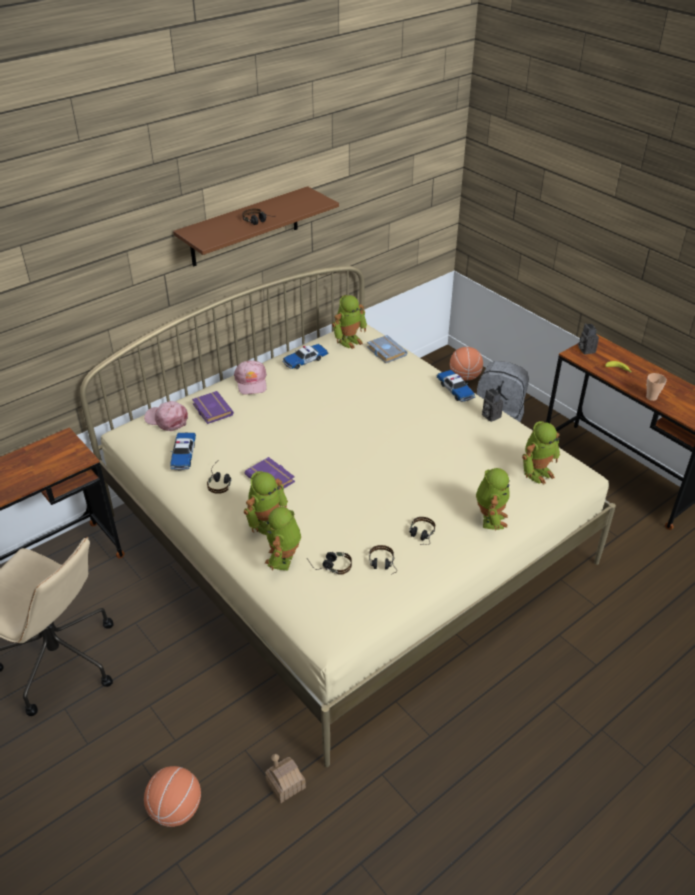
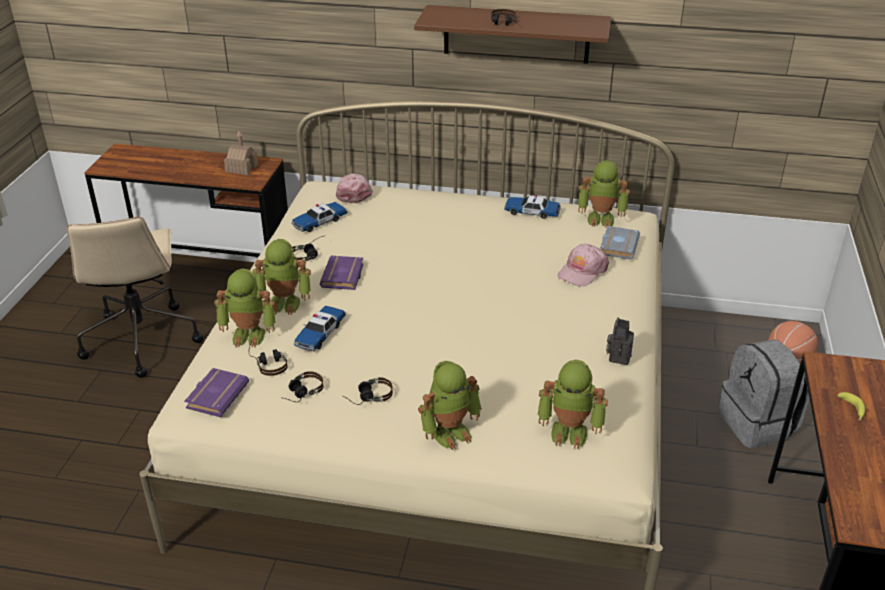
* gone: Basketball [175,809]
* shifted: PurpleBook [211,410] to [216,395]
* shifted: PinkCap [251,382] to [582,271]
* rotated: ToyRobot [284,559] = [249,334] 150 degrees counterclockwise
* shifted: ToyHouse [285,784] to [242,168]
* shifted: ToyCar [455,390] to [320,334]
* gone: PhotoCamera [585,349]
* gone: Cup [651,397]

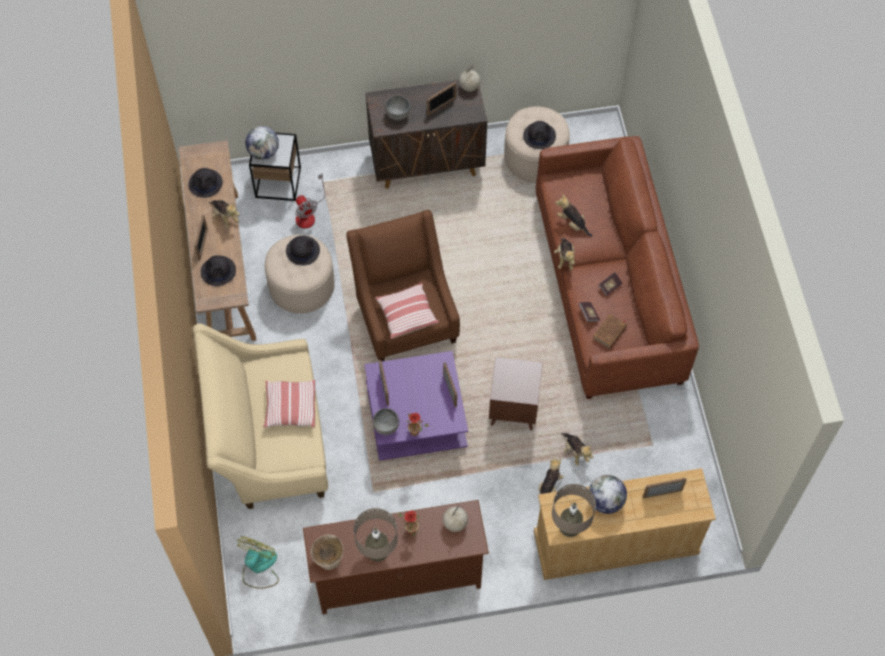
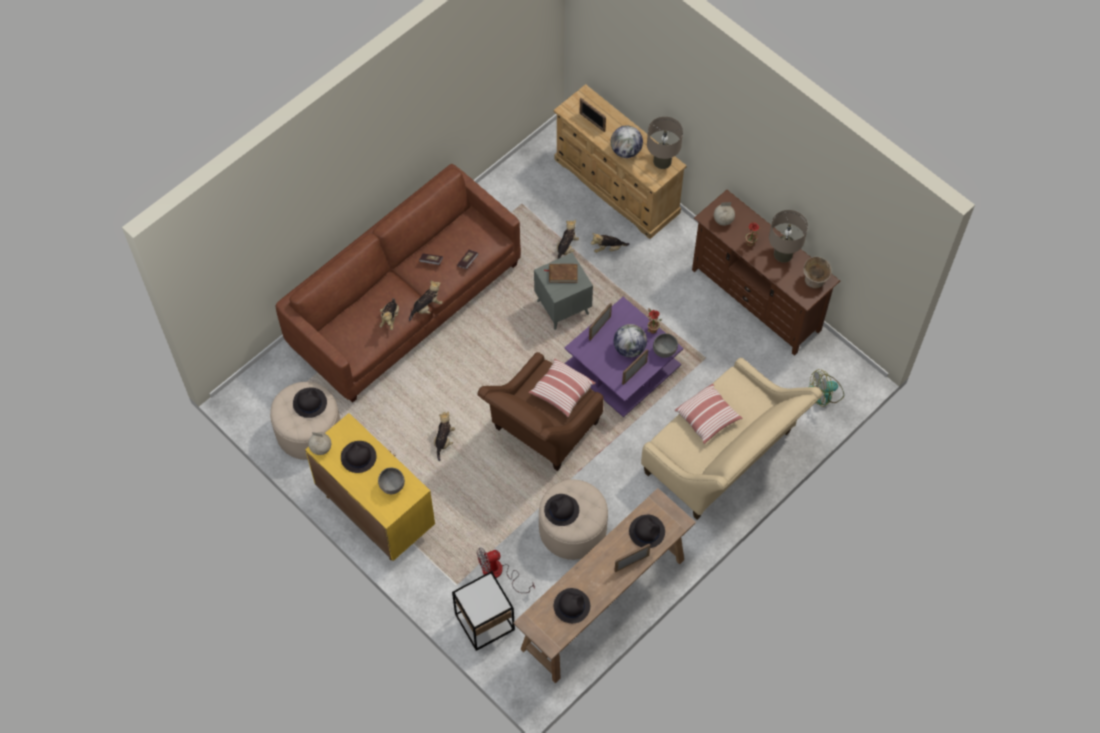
* shifted: PlushToy [225,216] to [444,440]
* shifted: Globe [263,152] to [629,348]
* rotated: Fan [308,214] = [499,573] 135 degrees counterclockwise
* repainted: BrownCabinet [427,163] to YellowCabinet [375,511]
* swapped: PictureFrame [441,106] to BlackHat [358,457]
* repainted: BrownSideTable [513,408] to GreySideTable [563,307]
* shifted: BrownBook [610,332] to [563,274]

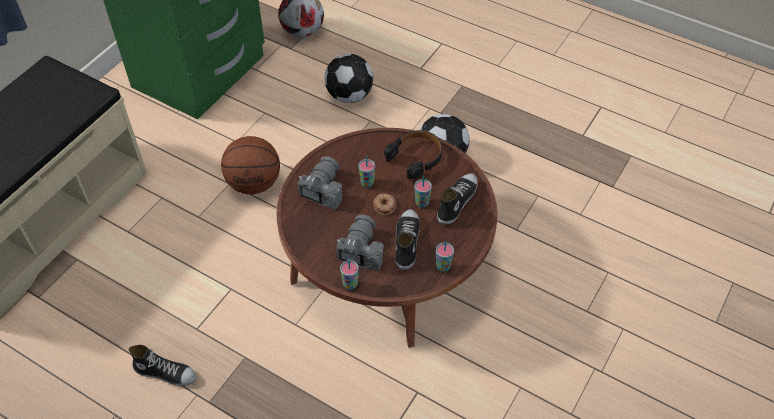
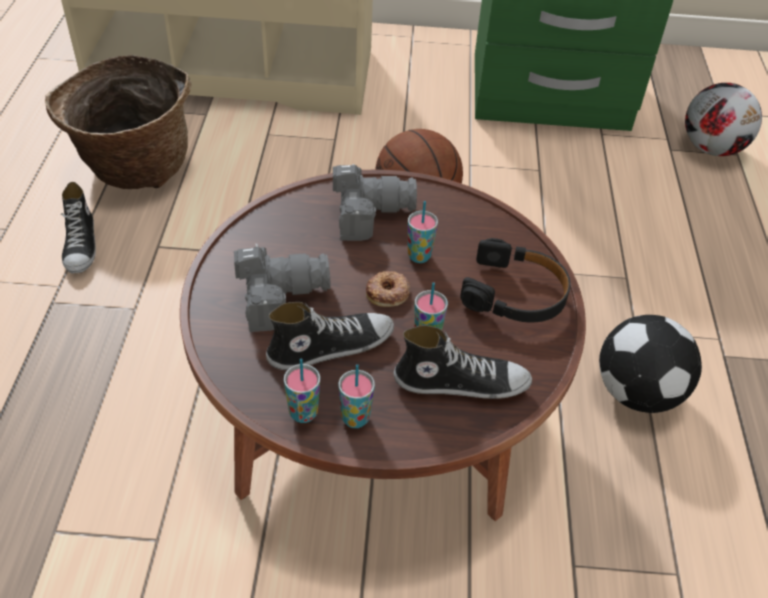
* gone: Football [350,95]
* shifted: Cup [350,284] to [355,418]
* new: Basket [134,169]

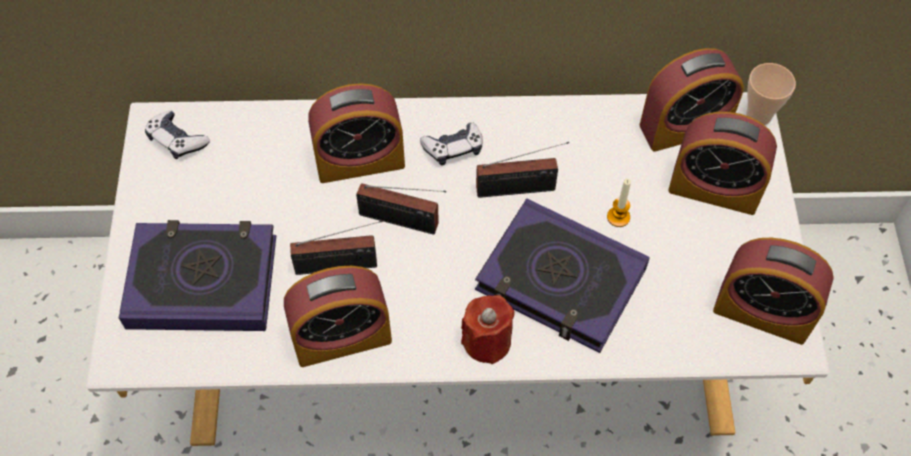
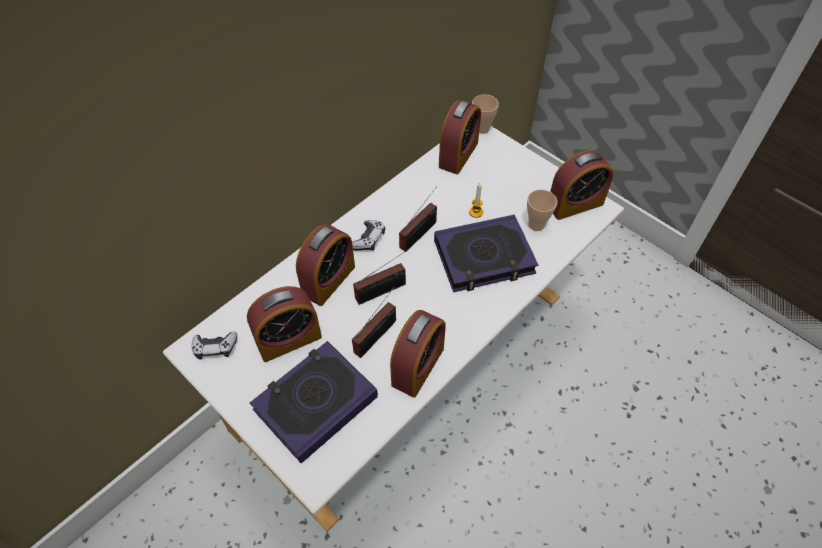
* gone: RedCandle [487,341]
* shifted: AlarmClock [714,188] to [288,339]
* new: Cup [536,225]

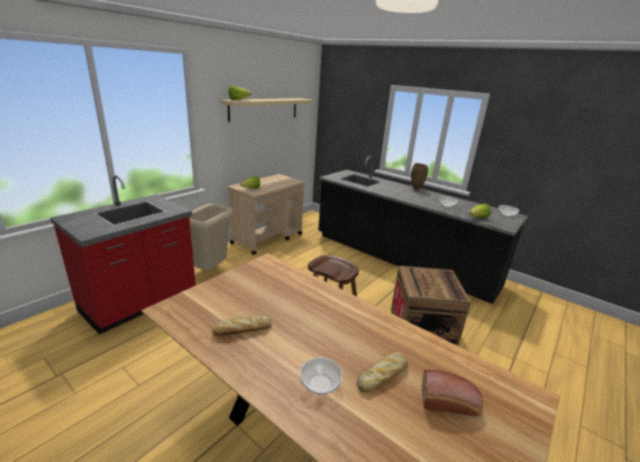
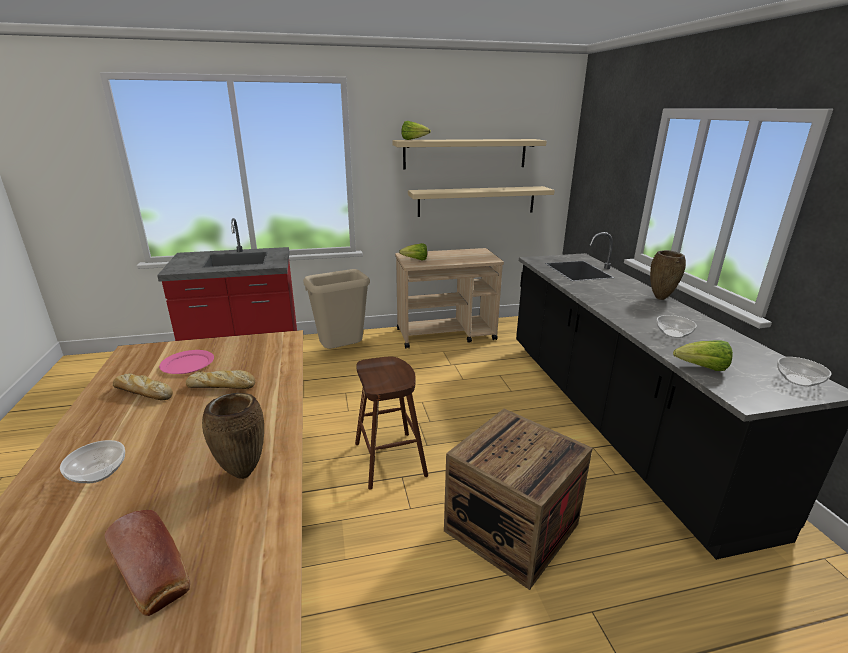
* shifted: Bread [383,374] to [223,386]
* new: PinkPlate [187,364]
* new: BrownVase [243,473]
* new: BeigeShelf [477,201]

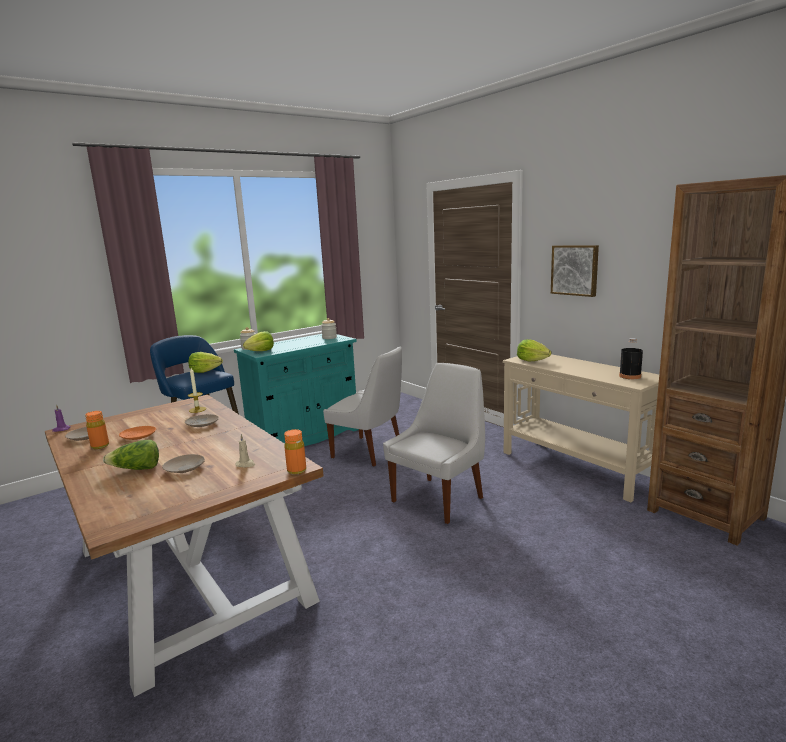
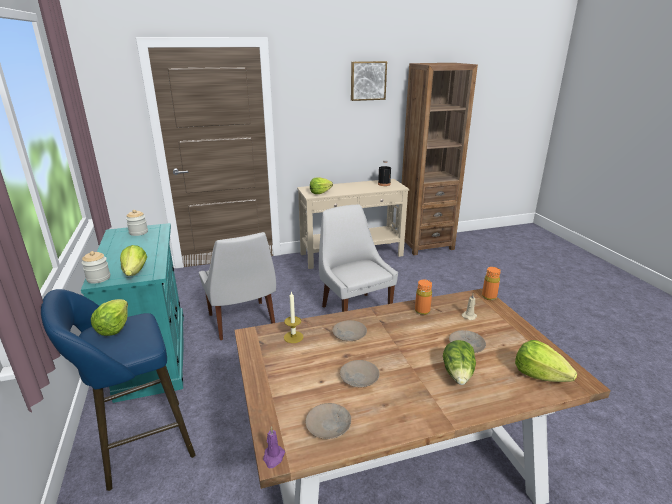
* shifted: OrangeBottle [100,446] to [422,311]
* repainted: OrangePlate [138,436] to BeigePlate [359,378]
* rotated: WhiteChair [369,452] = [242,322] 105 degrees clockwise
* shifted: Picture [575,270] to [368,80]
* new: Lettuce [539,375]

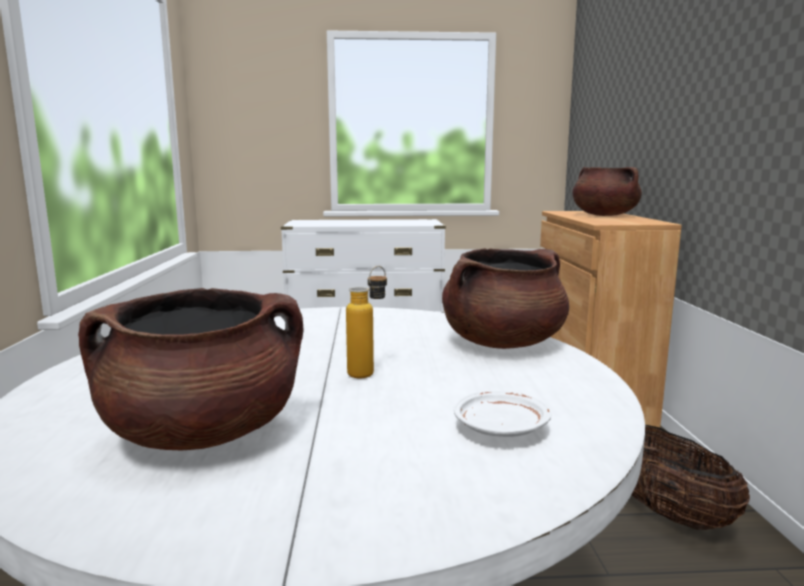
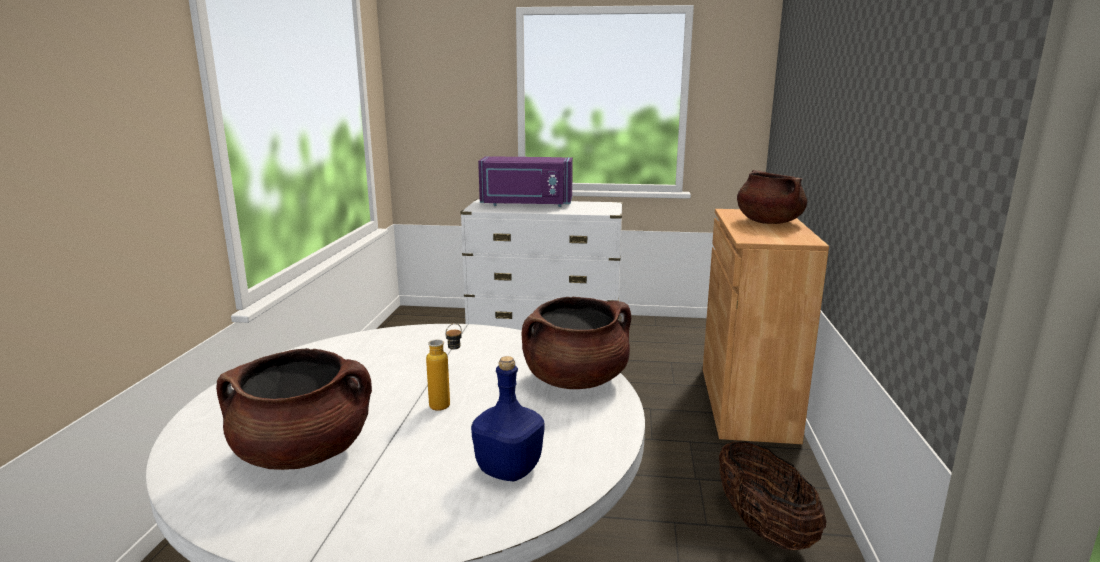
* swapped: WhitePlate [501,428] to BlueBottle [510,470]
* new: PurpleMicrowave [526,204]

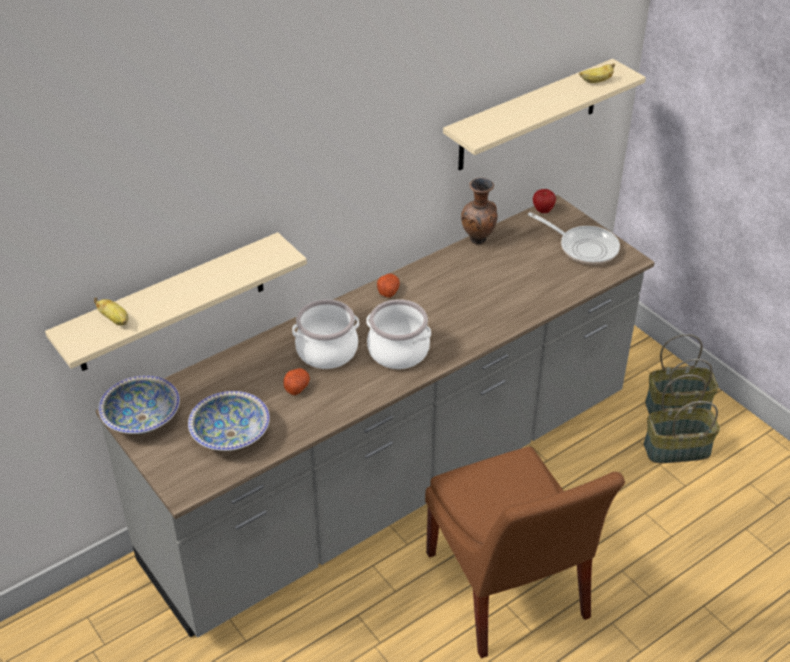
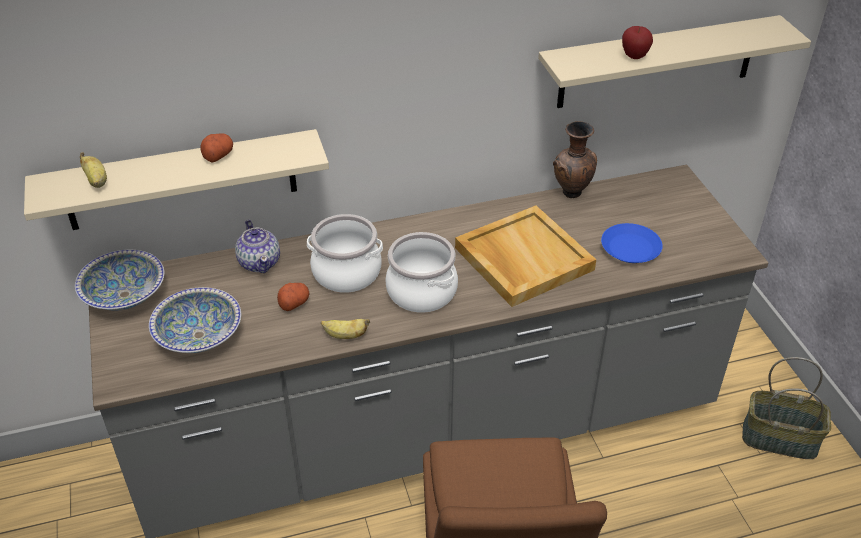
* shifted: Potato [388,291] to [218,155]
* gone: FryingPan [584,247]
* shifted: Apple [543,211] to [634,57]
* shifted: Banana [596,81] to [345,335]
* gone: Basket [676,450]
* new: Teapot [260,262]
* new: BeigeTray [522,258]
* new: BluePlate [630,248]

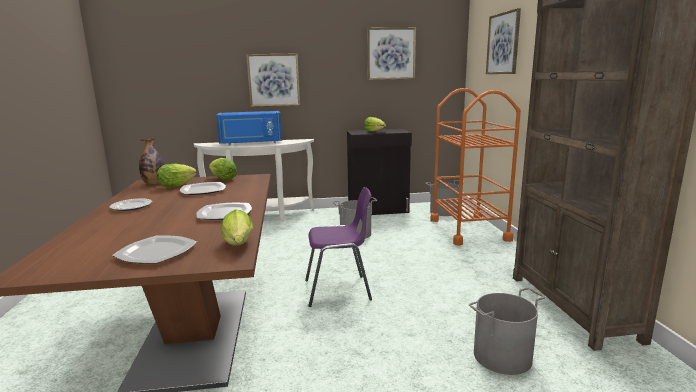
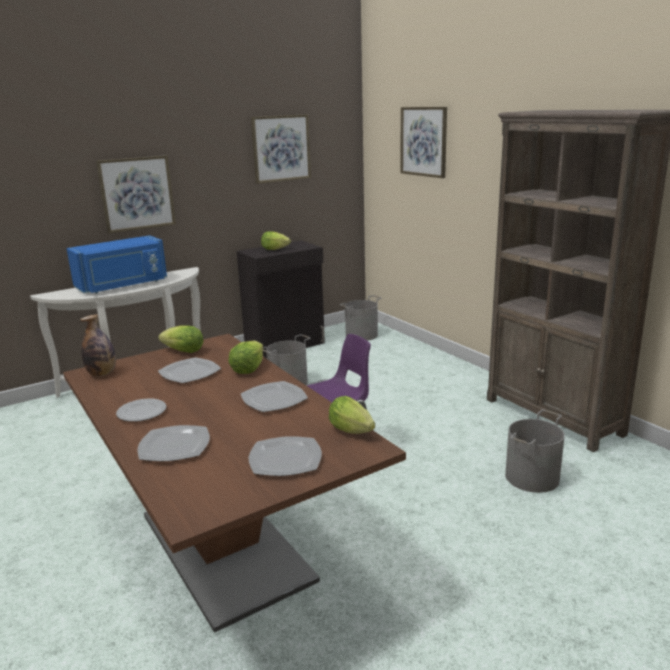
* shifted: Lettuce [176,186] to [248,369]
* gone: OrangeCart [468,230]
* new: Plate [174,446]

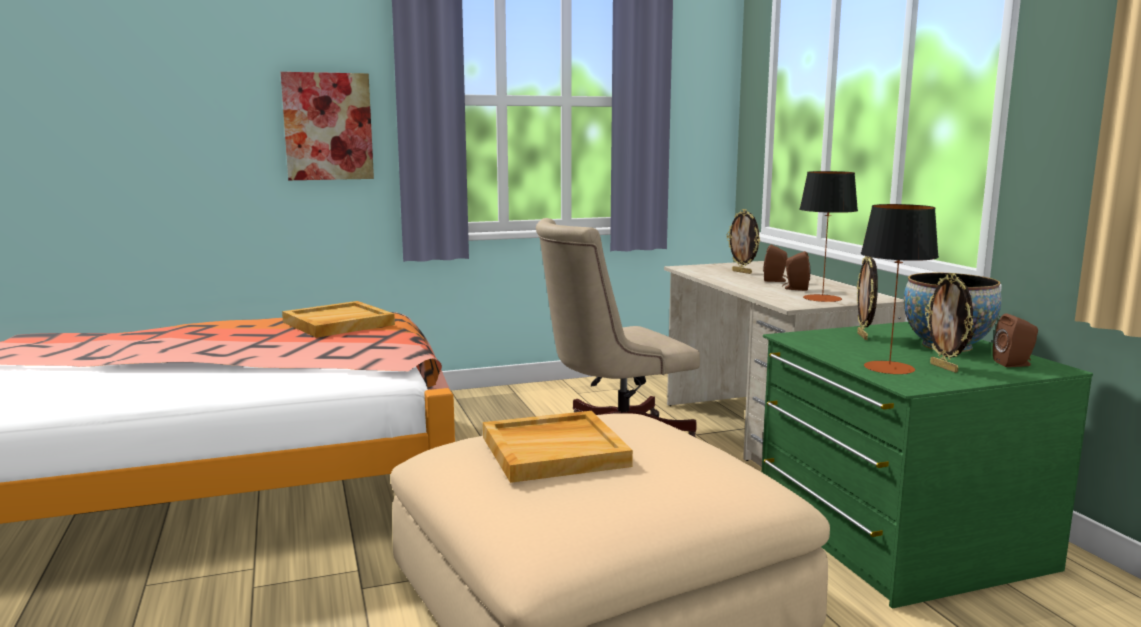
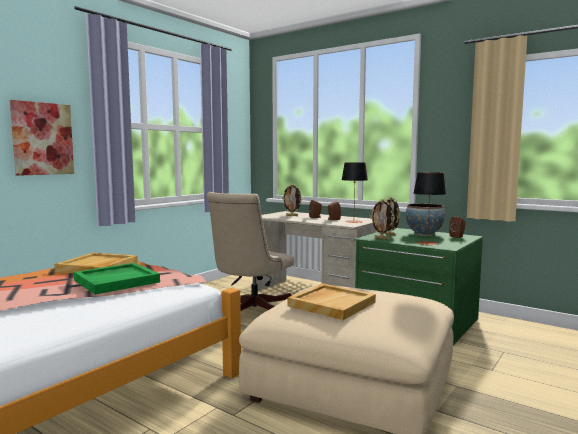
* shifted: PictureFrame [945,368] to [382,238]
* new: GreenTray [117,281]

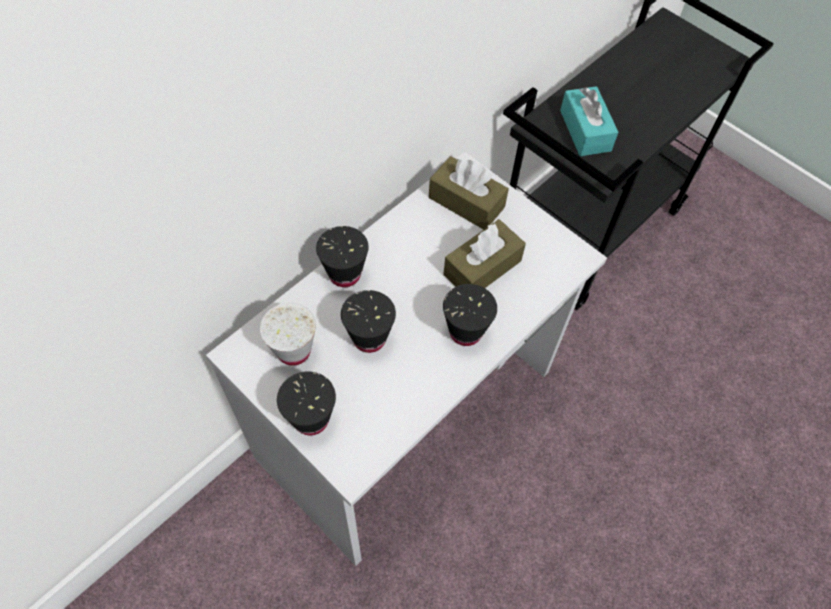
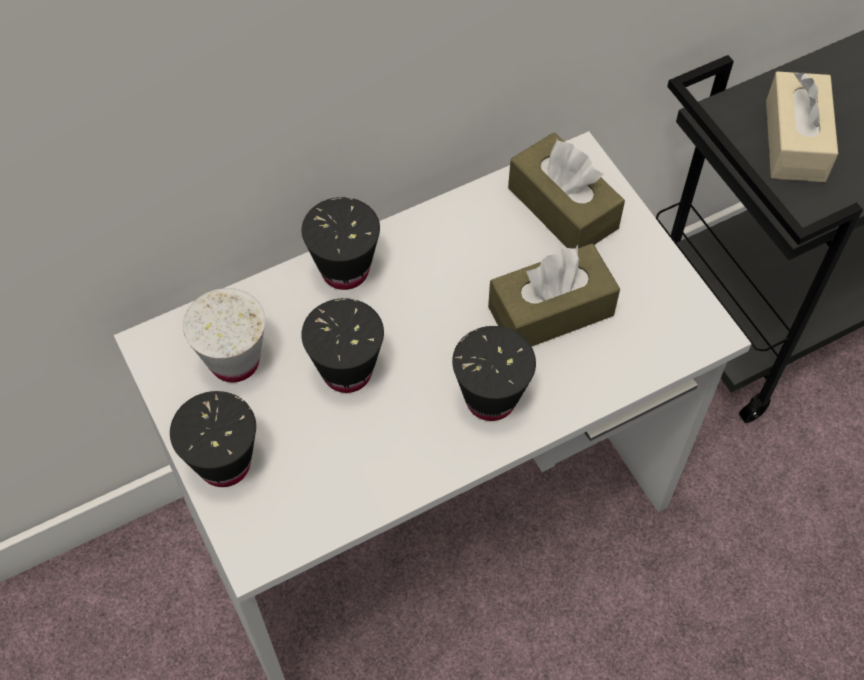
* repainted: TurquoiseTissueBox [585,130] to BeigeTissueBox [795,140]

